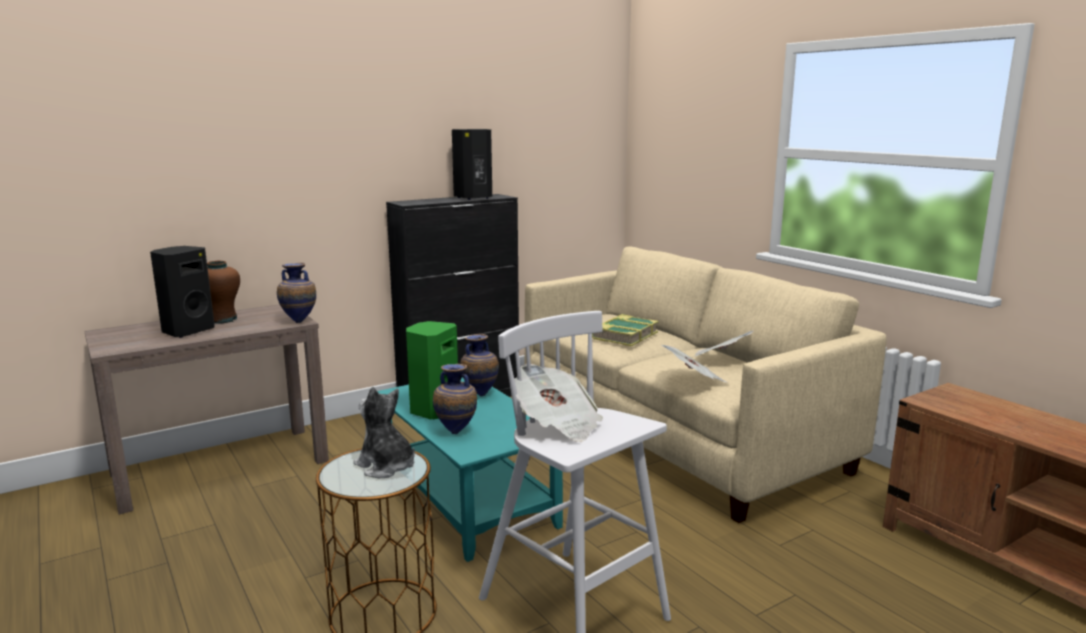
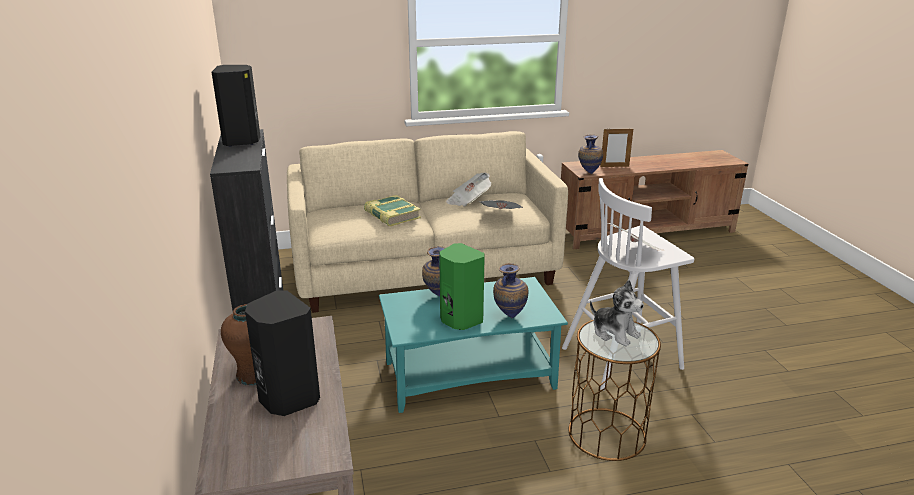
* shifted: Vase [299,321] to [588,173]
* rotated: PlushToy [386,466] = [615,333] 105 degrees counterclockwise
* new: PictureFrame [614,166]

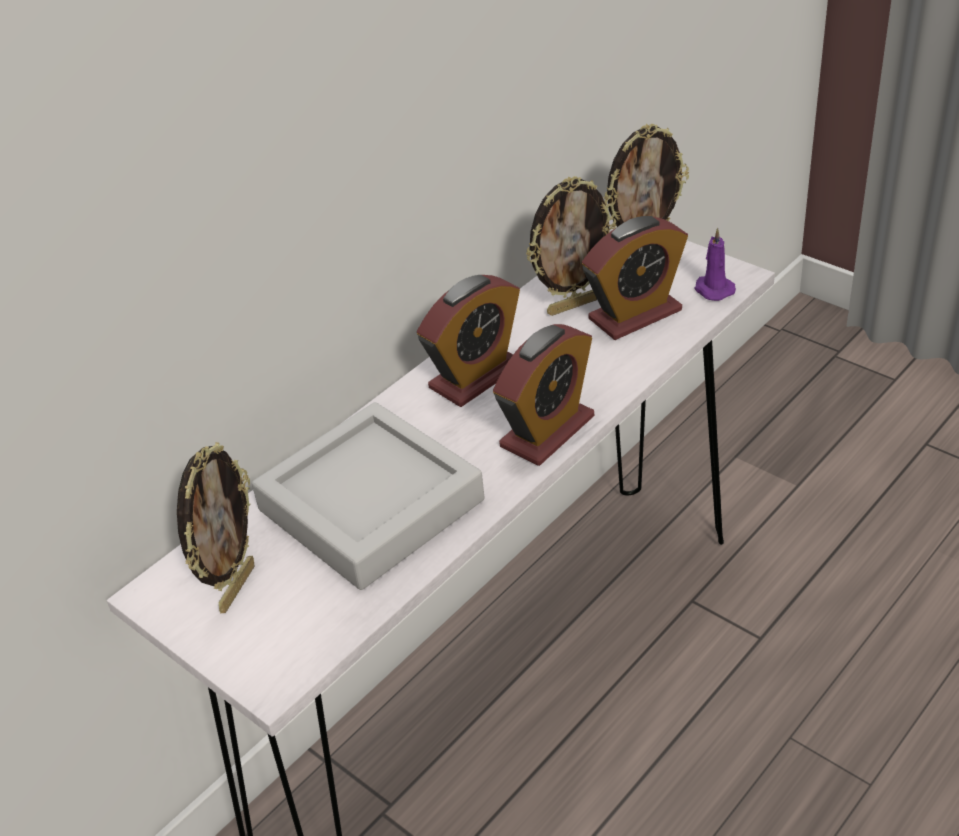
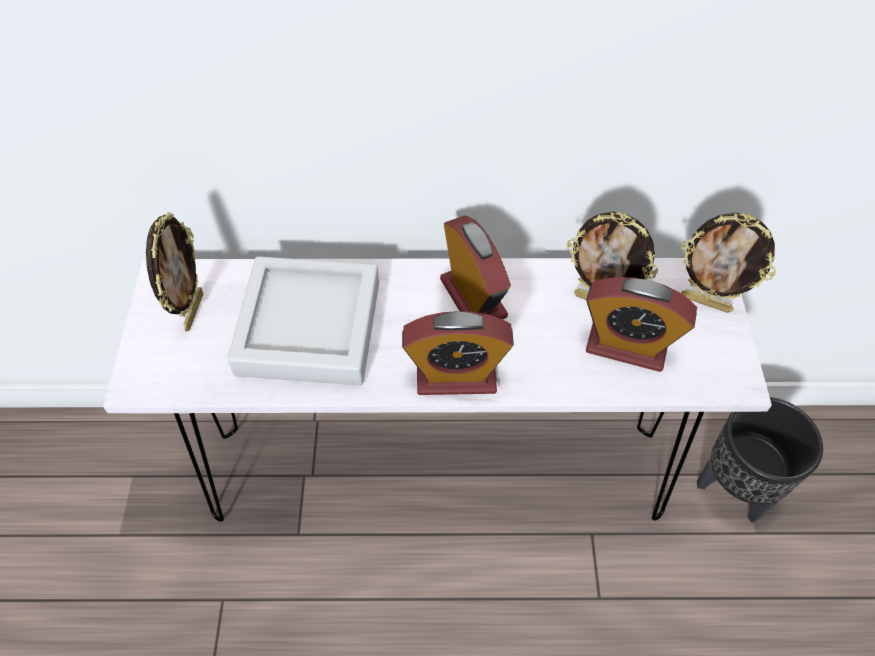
* rotated: PictureFrame [235,587] = [192,311] 60 degrees counterclockwise
* rotated: AlarmClock [476,377] = [473,298] 120 degrees counterclockwise
* gone: PurpleCandle [713,289]
* new: BlackPlanter [734,488]

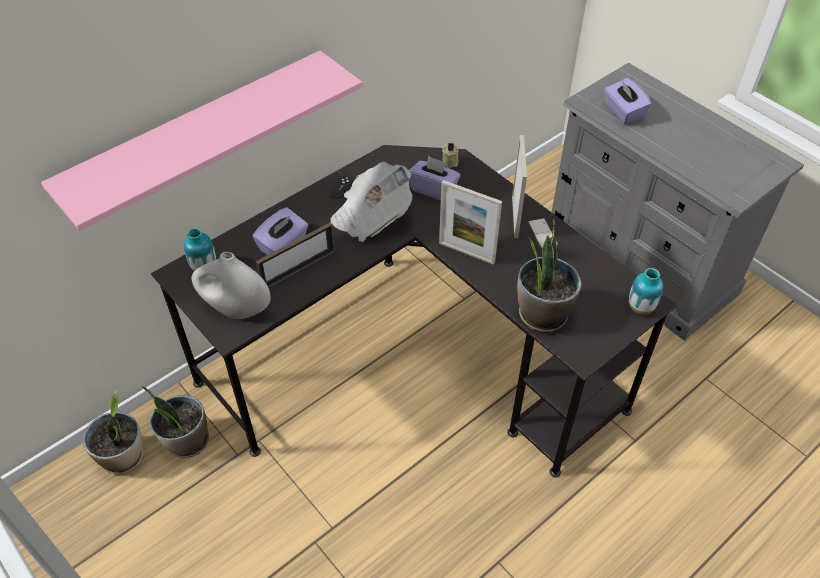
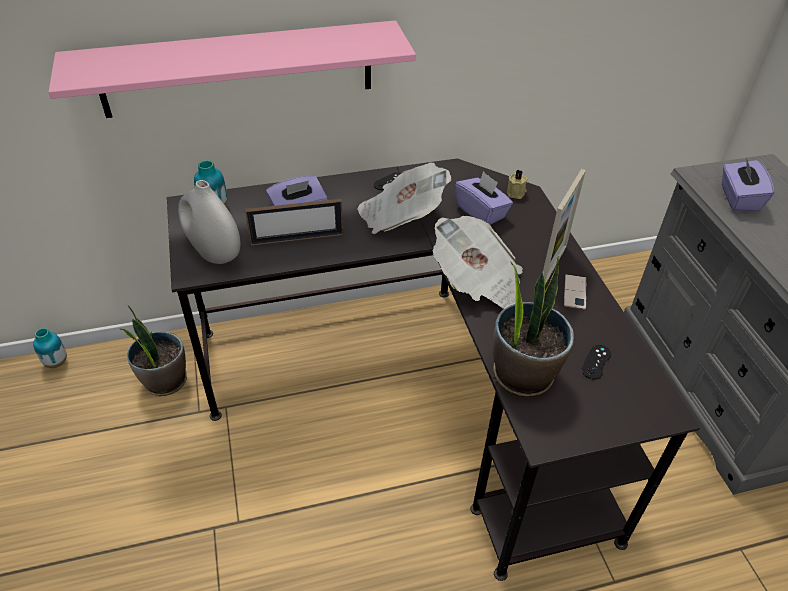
* gone: PottedPlant [123,457]
* swapped: PictureFrame [466,252] to Newspaper [477,282]
* shifted: Vase [640,308] to [56,362]
* new: BlackGameController [596,362]

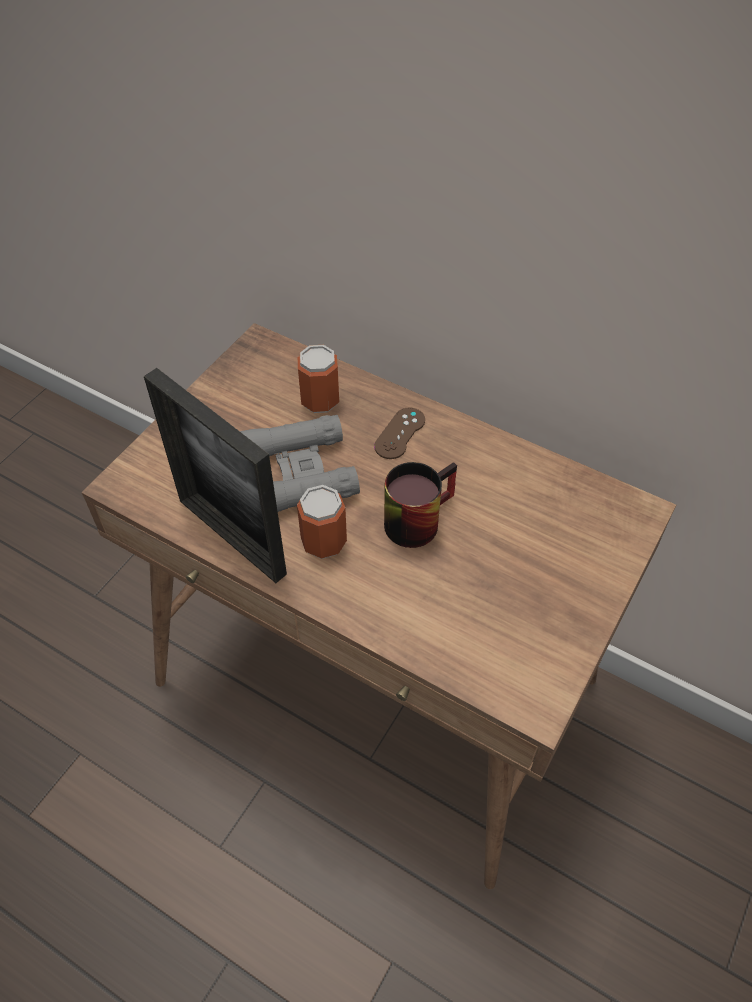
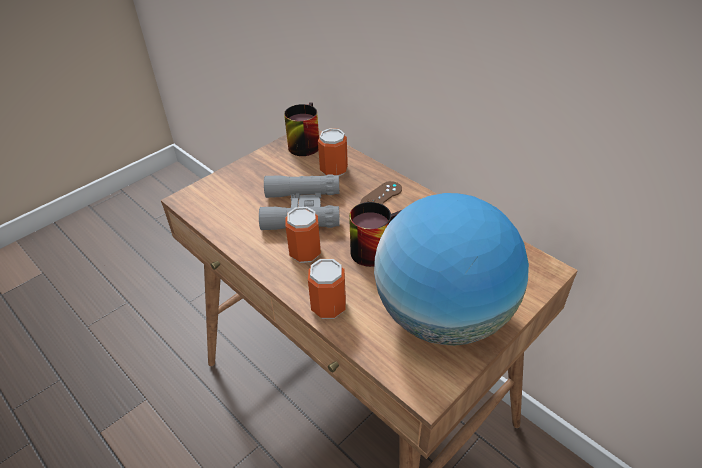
* gone: PictureFrame [231,536]
* new: Mug [303,143]
* new: Can [328,307]
* new: Globe [442,316]

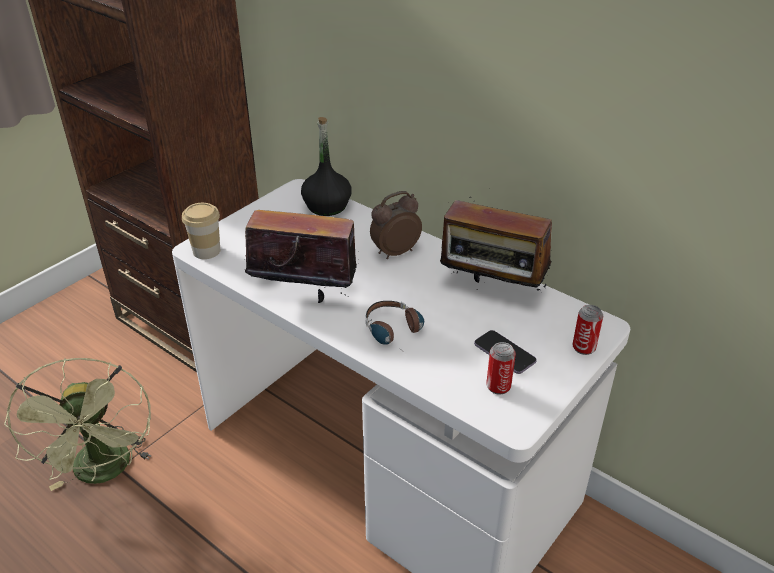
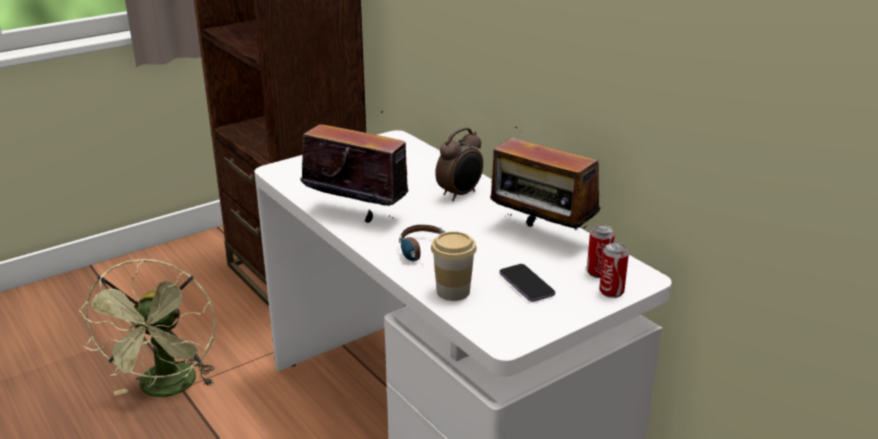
* shifted: Cup [206,251] to [453,291]
* gone: BlackBottle [327,206]
* rotated: AlarmClock [394,252] = [460,194] 150 degrees clockwise
* shifted: Can [498,386] to [598,272]

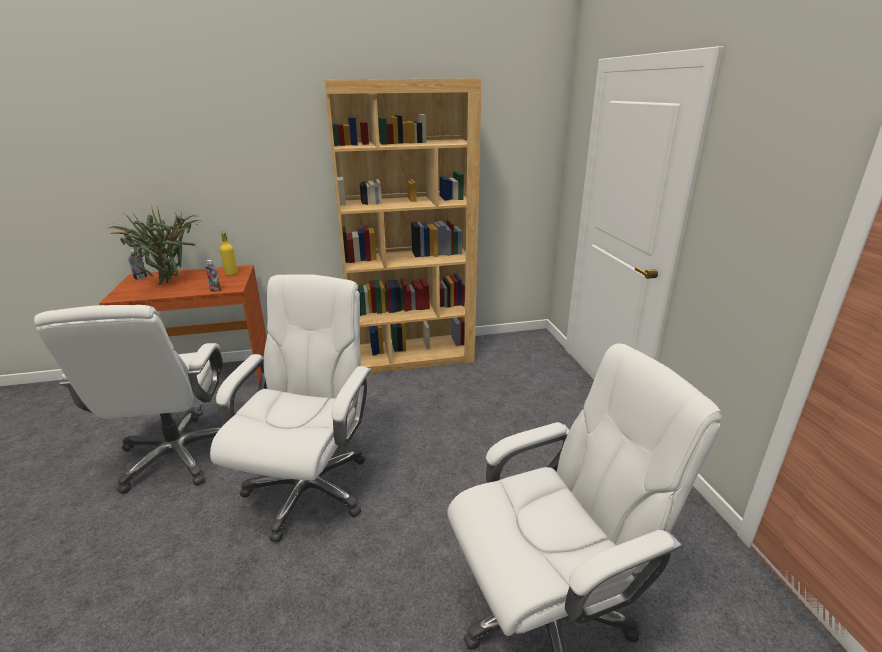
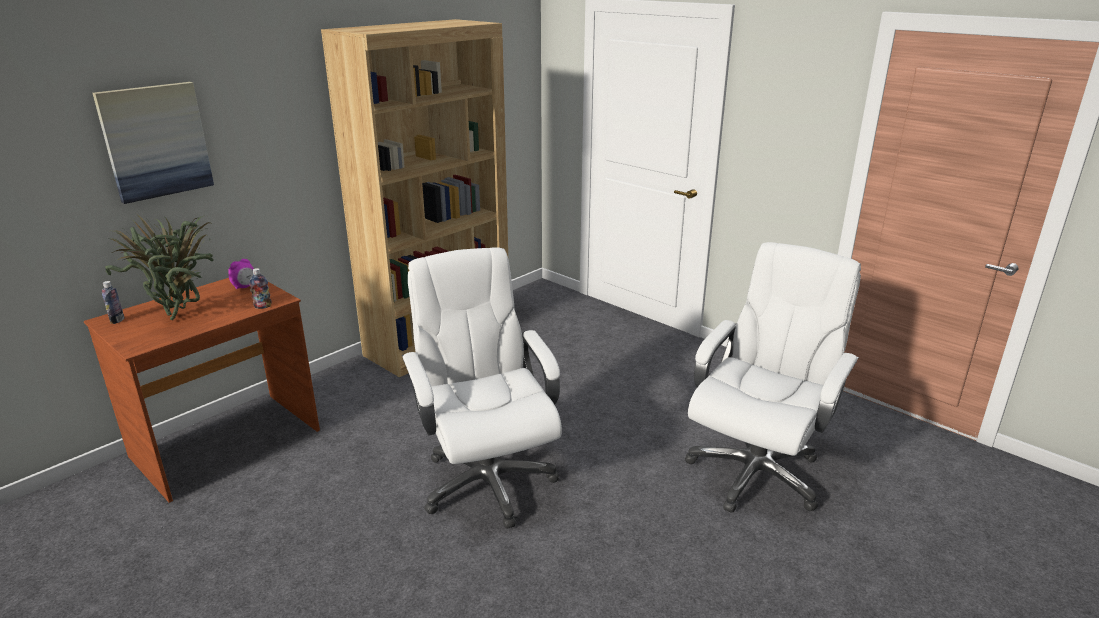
* gone: WhiteOfficeChair [177,456]
* swapped: YellowBottle [231,274] to AlarmClock [244,287]
* new: Picture [155,141]

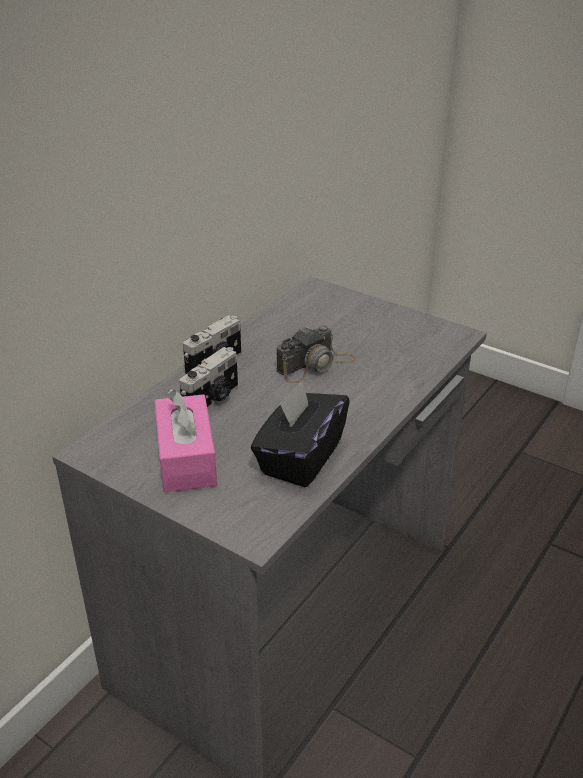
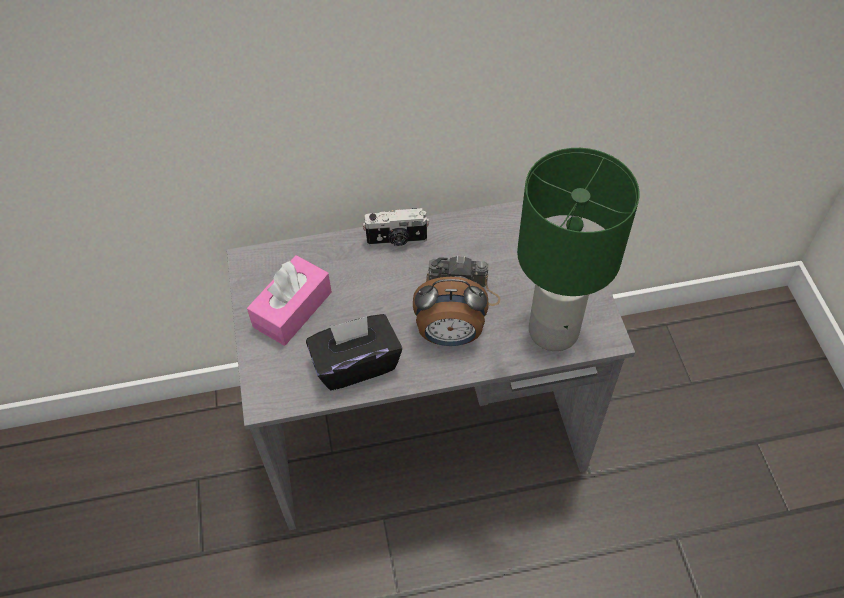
* gone: PhotoCamera [213,400]
* new: AlarmClock [450,335]
* new: GreenTableLamp [553,329]

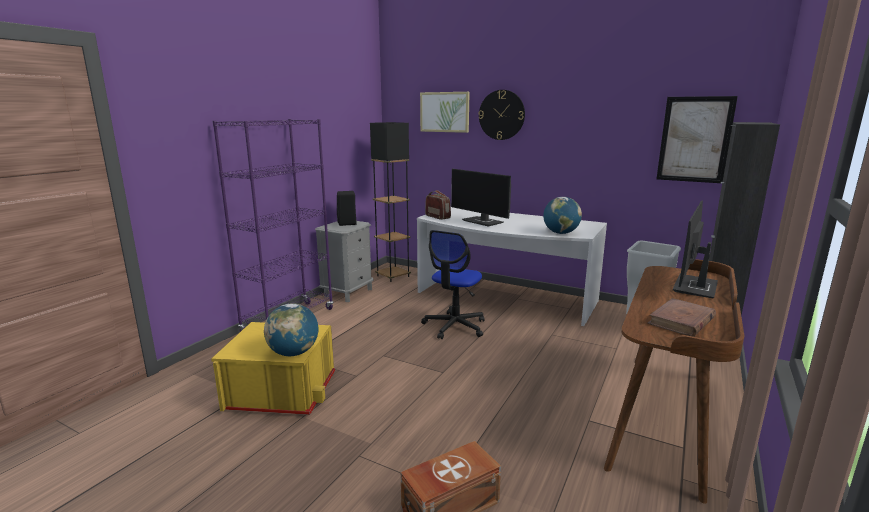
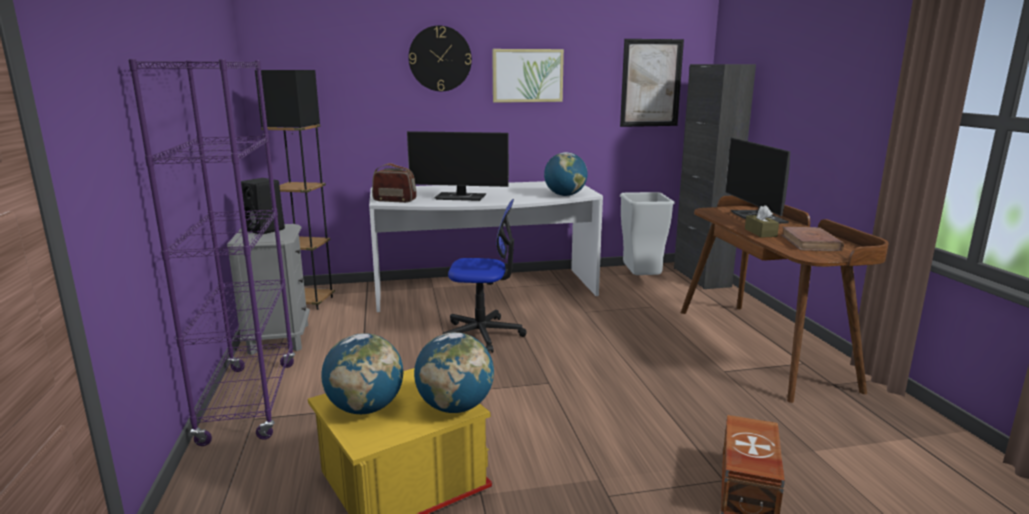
* shifted: Picture [444,112] to [527,75]
* rotated: OfficeChair [454,326] = [483,334] 75 degrees counterclockwise
* new: Globe [365,408]
* new: BrownTissueBox [760,233]

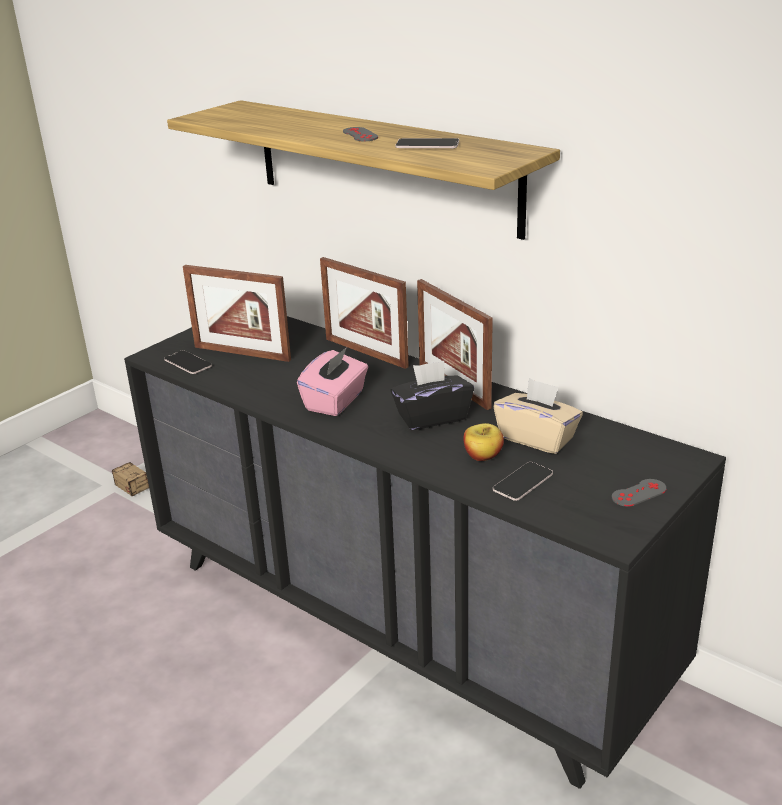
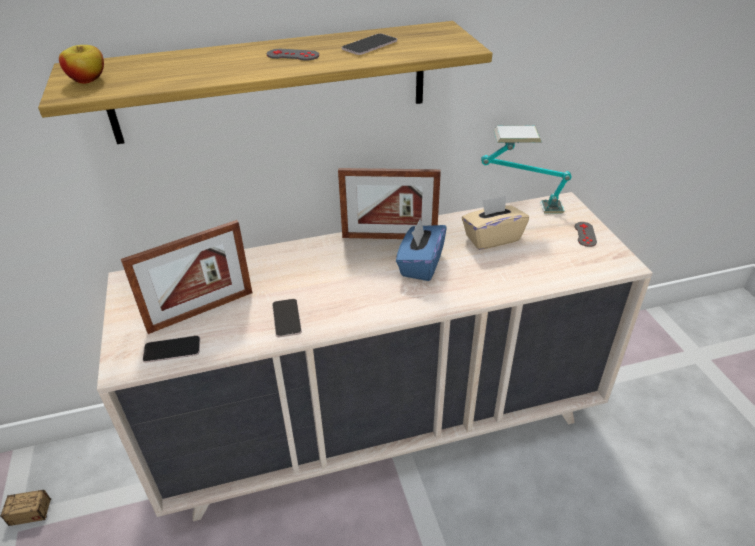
* repainted: BlackDresser [402,623] to BeigeDresser [381,424]
* gone: PinkTissueBox [335,401]
* gone: PictureFrame [366,352]
* repainted: BlackTissueBox [432,417] to BlueTissueBox [420,265]
* shifted: Apple [483,456] to [88,80]
* shifted: Phone [523,482] to [286,318]
* new: TableLamp [520,208]

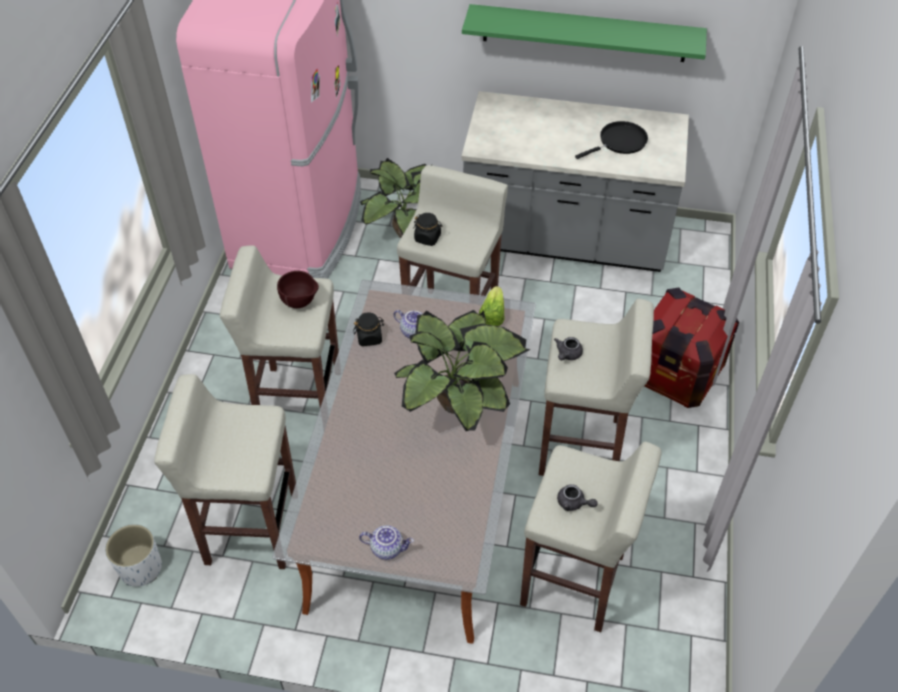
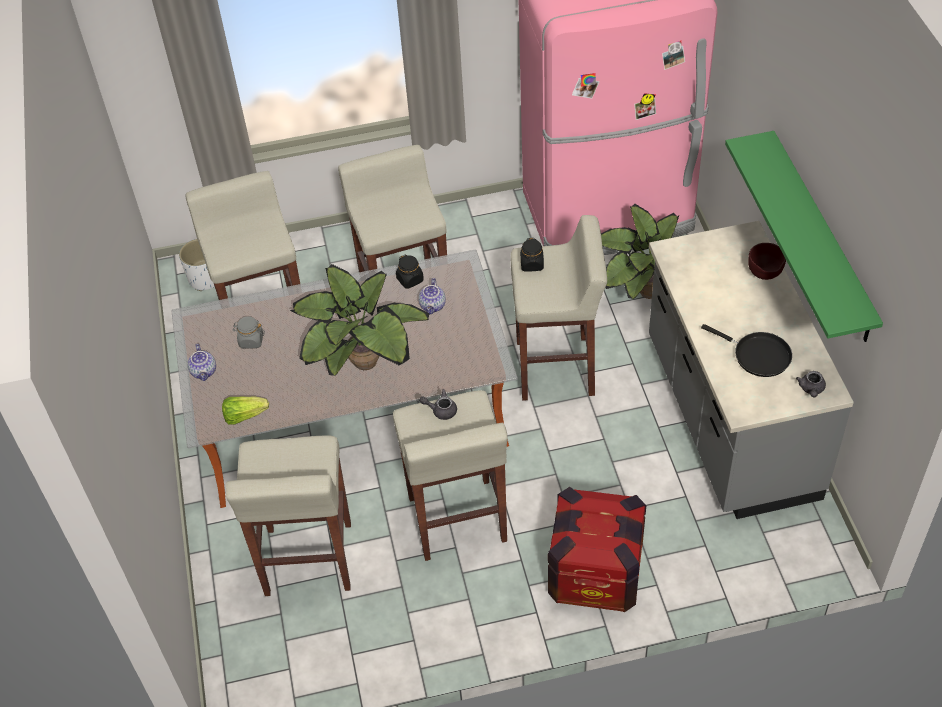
* shifted: BrownBowl [300,303] to [764,276]
* shifted: Lettuce [492,315] to [244,416]
* shifted: GreyTeapot [574,503] to [811,389]
* new: GreyJar [251,341]

